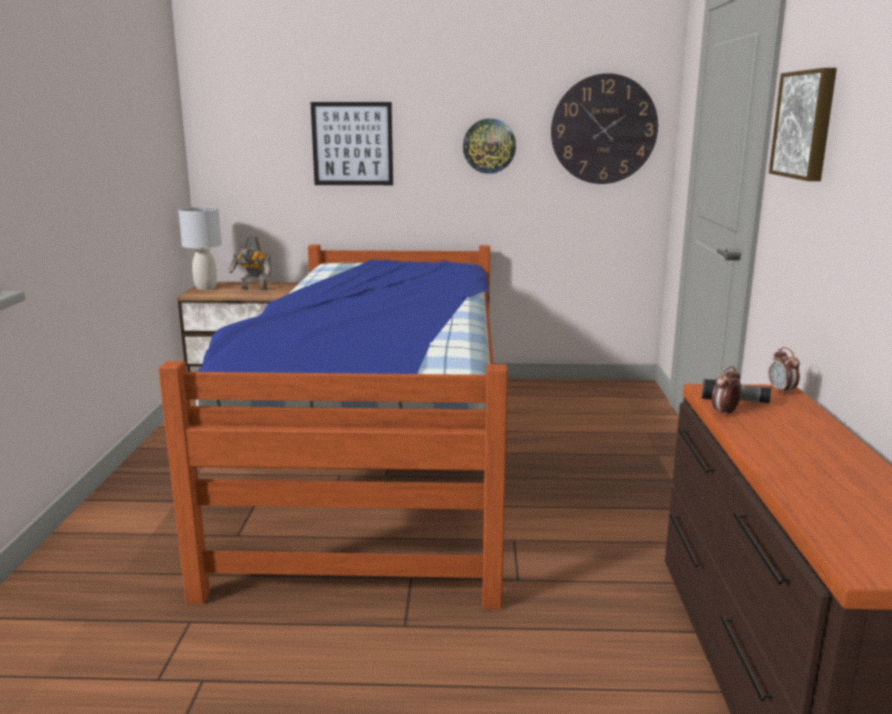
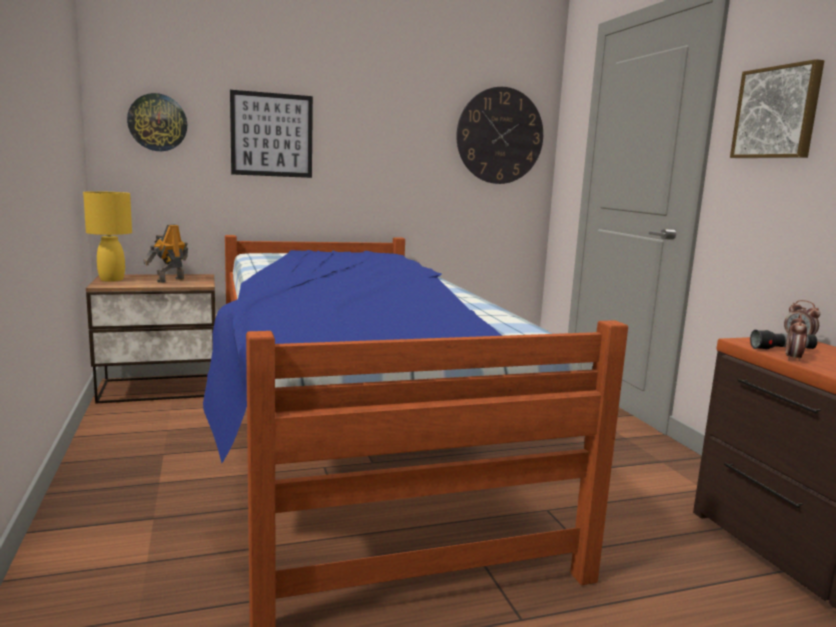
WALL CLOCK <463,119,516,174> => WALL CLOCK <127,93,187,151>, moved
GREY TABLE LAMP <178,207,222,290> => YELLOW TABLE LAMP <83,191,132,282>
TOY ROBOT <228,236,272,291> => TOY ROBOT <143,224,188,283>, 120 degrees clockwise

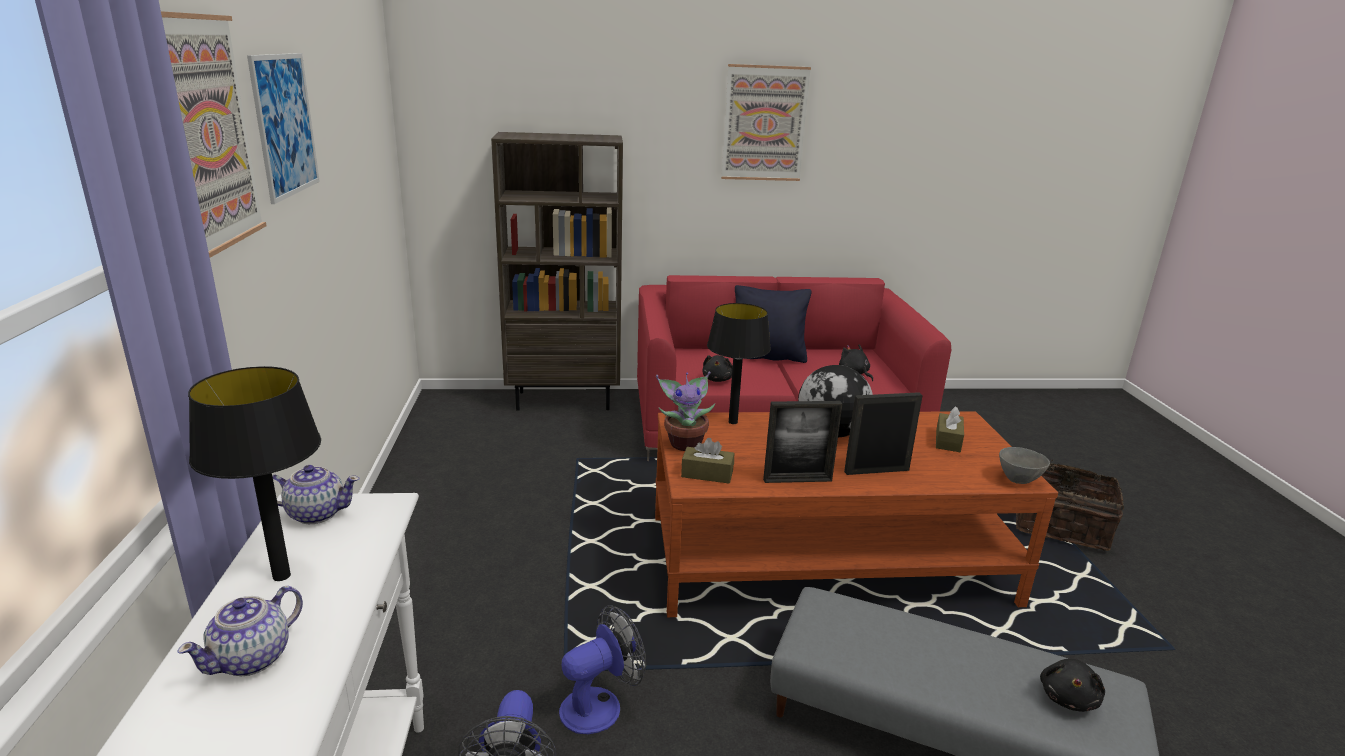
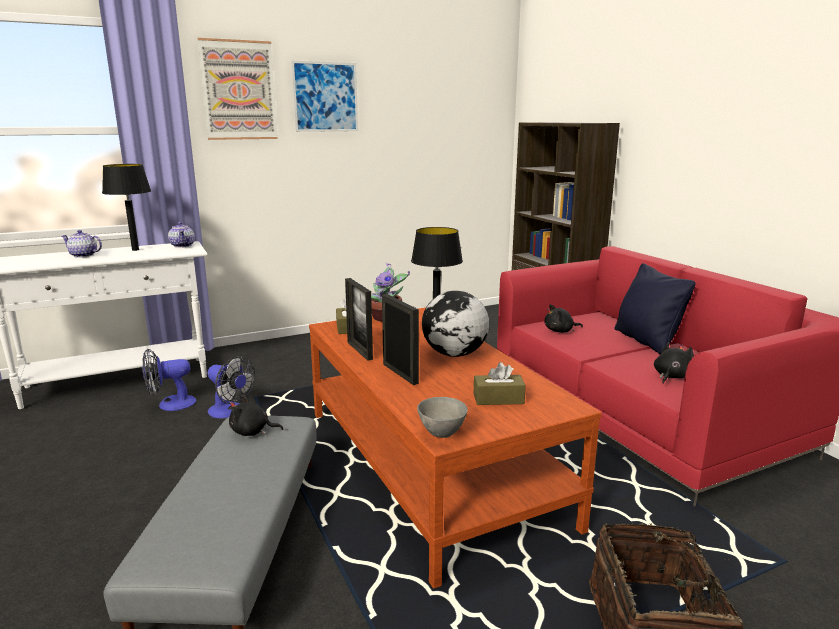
PICTURE <721,64,811,181> => nothing
BLACK PLUSH TOY <1040,659,1105,712> => BLACK PLUSH TOY <229,395,283,436>, moved

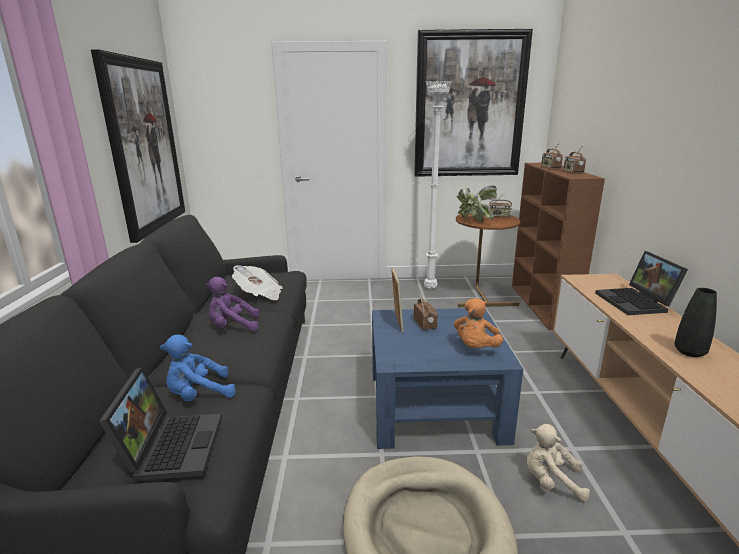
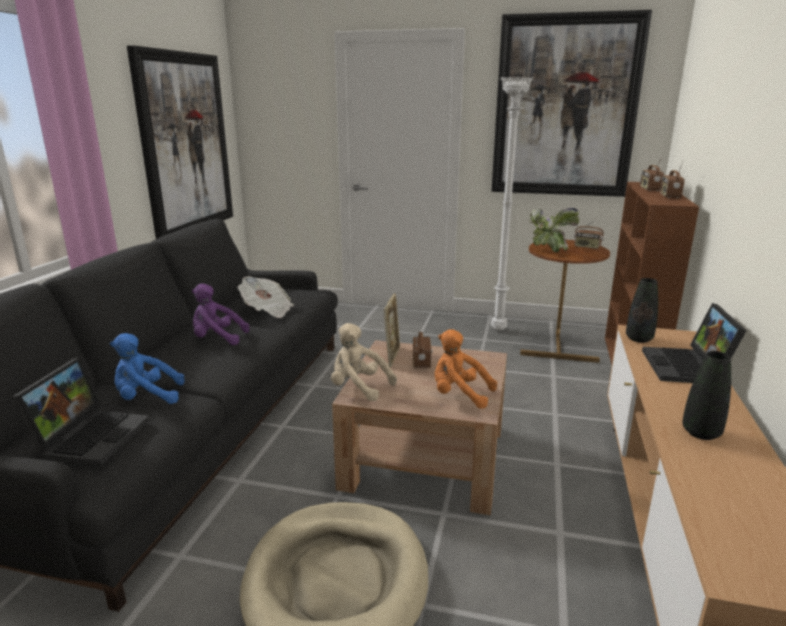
nothing => BLACK VASE <626,278,658,343>
BEIGE PLUSH TOY <527,424,590,501> => BEIGE PLUSH TOY <331,323,397,401>, moved
BLUE COFFEE TABLE <372,308,523,449> => BROWN COFFEE TABLE <332,340,507,515>
ORANGE PLUSH TOY <454,298,503,348> => ORANGE PLUSH TOY <435,329,497,409>, 75 degrees clockwise

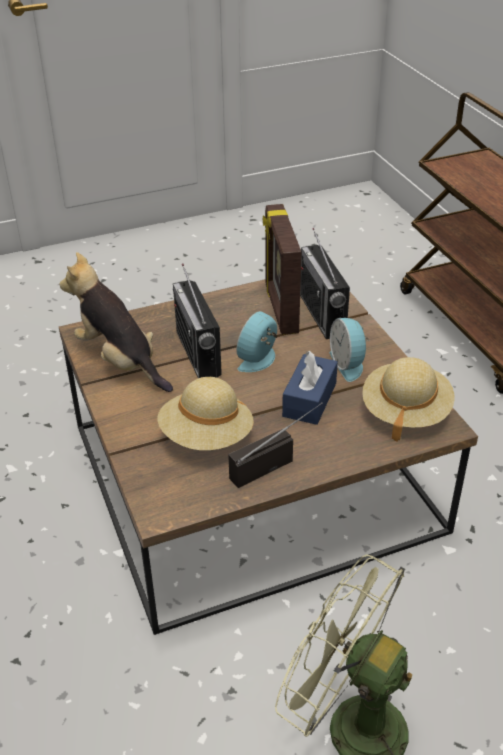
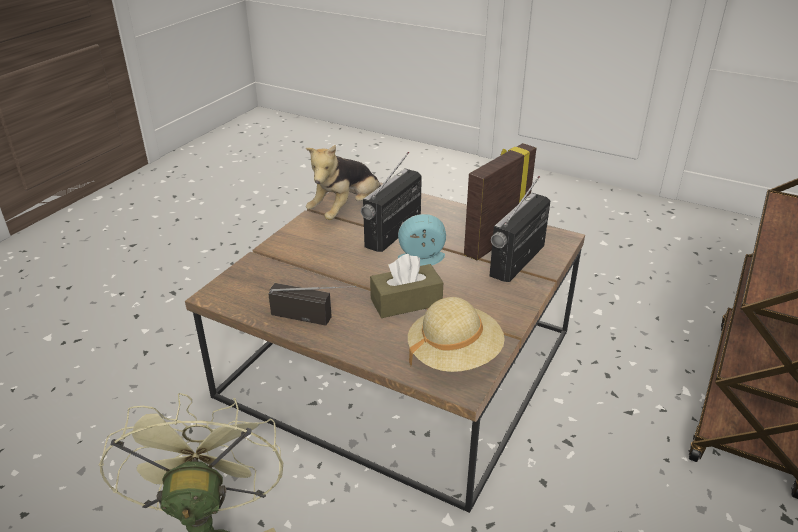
BEIGE HAT <157,377,254,451> => nothing
ALARM CLOCK <329,318,370,382> => nothing
BLUE TISSUE BOX <282,351,338,425> => BROWN TISSUE BOX <370,254,443,318>
PLUSH TOY <59,252,173,392> => PLUSH TOY <306,145,381,220>, 150 degrees counterclockwise

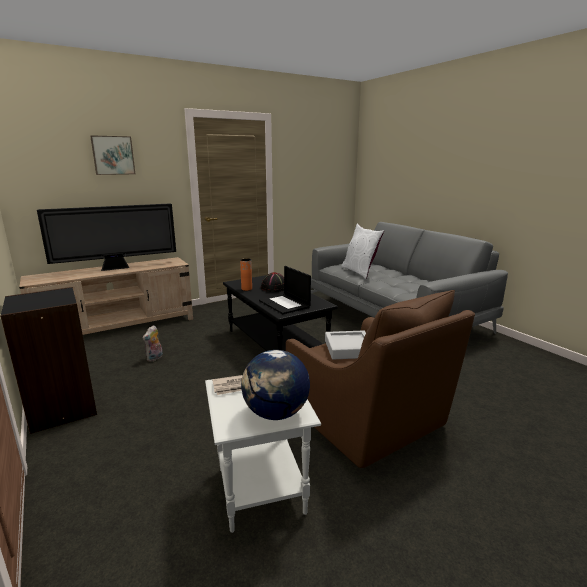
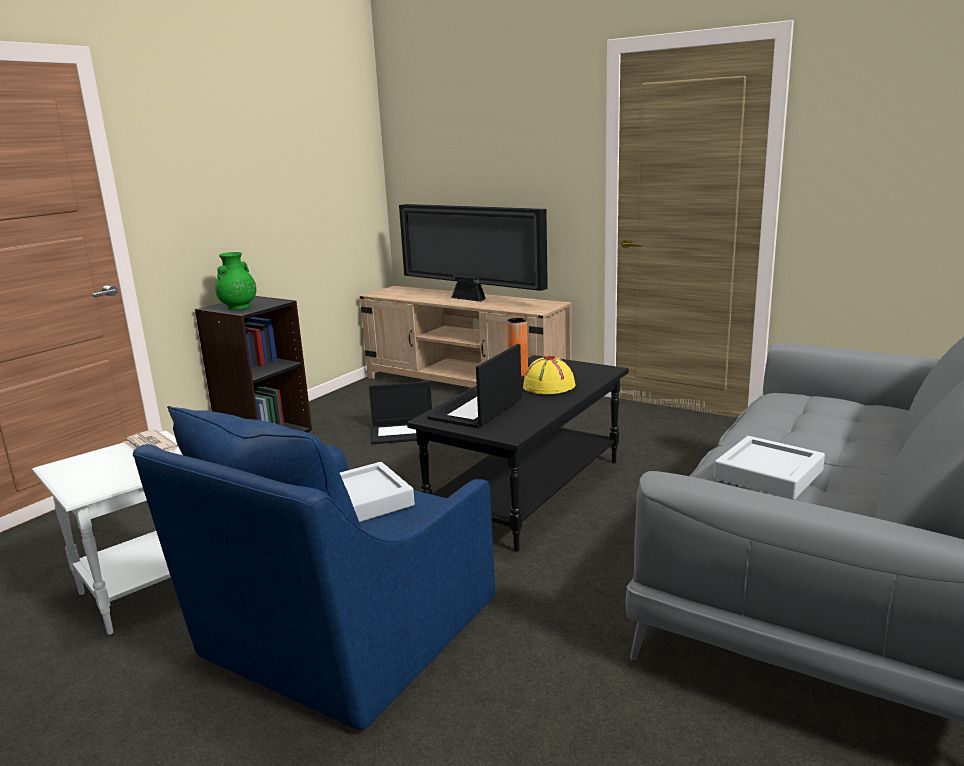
PICTURE <90,135,135,175> => nothing
GLOBE <241,350,310,420> => nothing
WHITE PILLOW <341,224,384,279> => nothing
nothing => GREEN VASE <215,252,256,310>
nothing => GREY TRAY <714,436,825,500>
PLUSH TOY <143,325,163,362> => LAPTOP <369,381,432,444>
BLACK HAT <261,272,284,292> => YELLOW HAT <523,356,576,394>
BROWN ARMCHAIR <286,290,475,468> => BLUE ARMCHAIR <133,406,495,729>

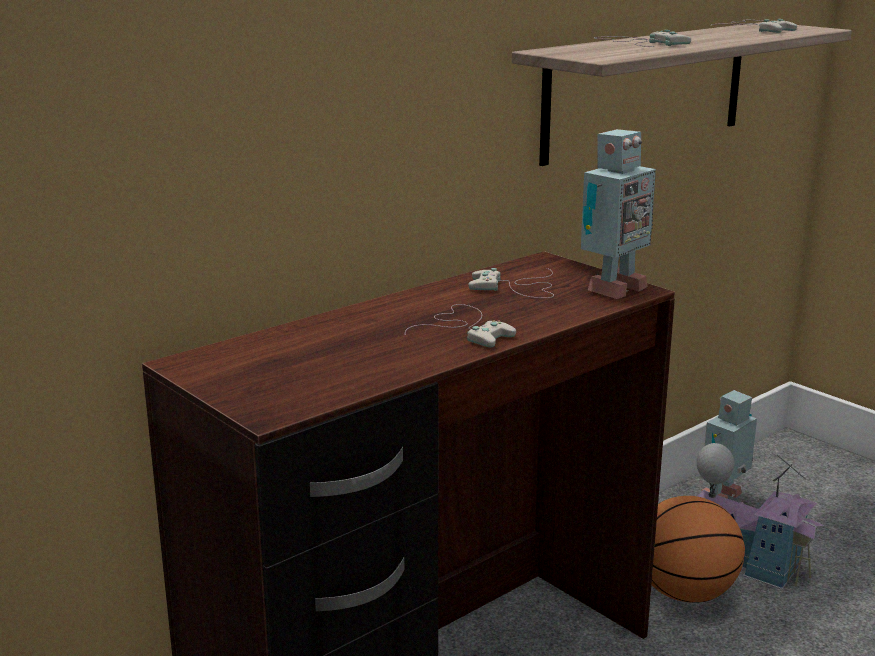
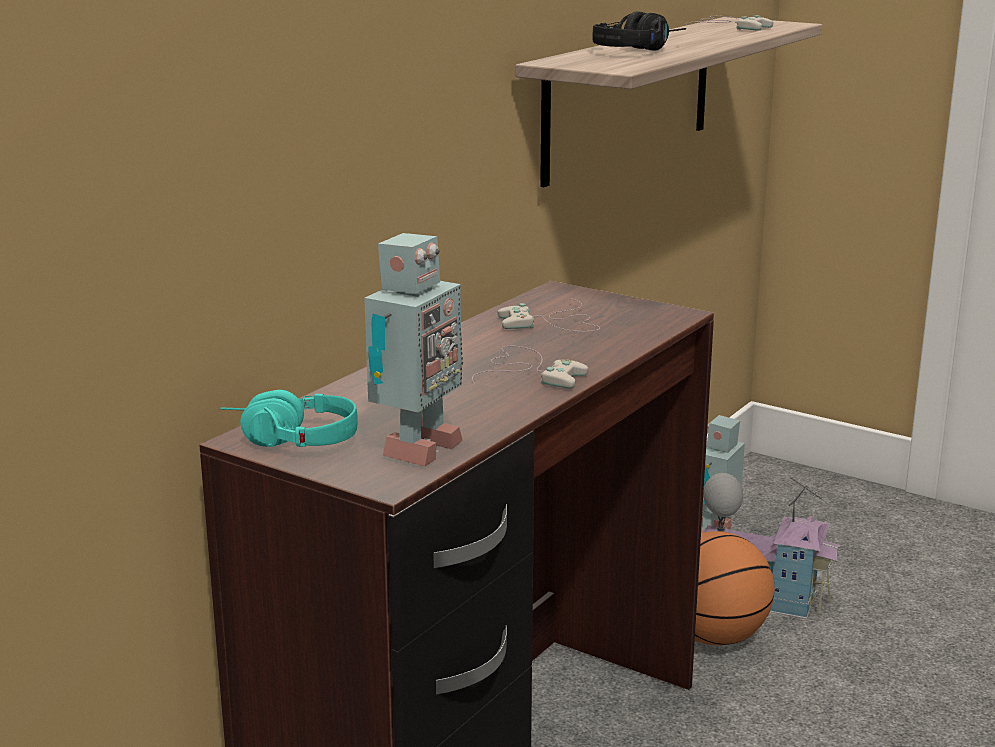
nothing => TURQUOISE HEADPHONES <220,390,358,447>
TOY ROBOT <581,129,656,299> => TOY ROBOT <364,233,463,466>, moved
WHITE GAME CONTROLLER <594,30,691,47> => BLACK HEADPHONES <593,11,686,51>

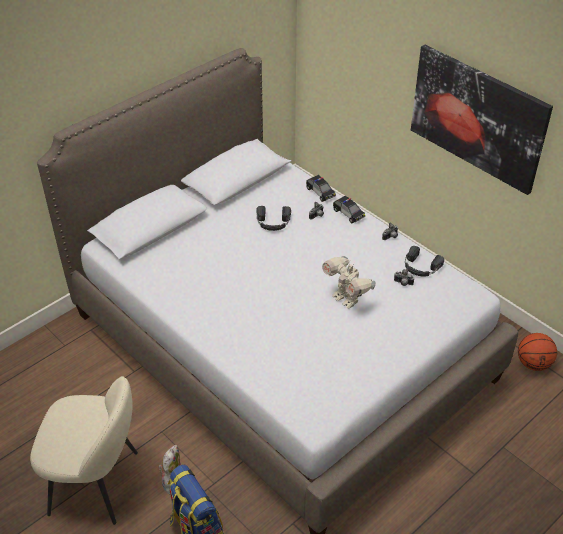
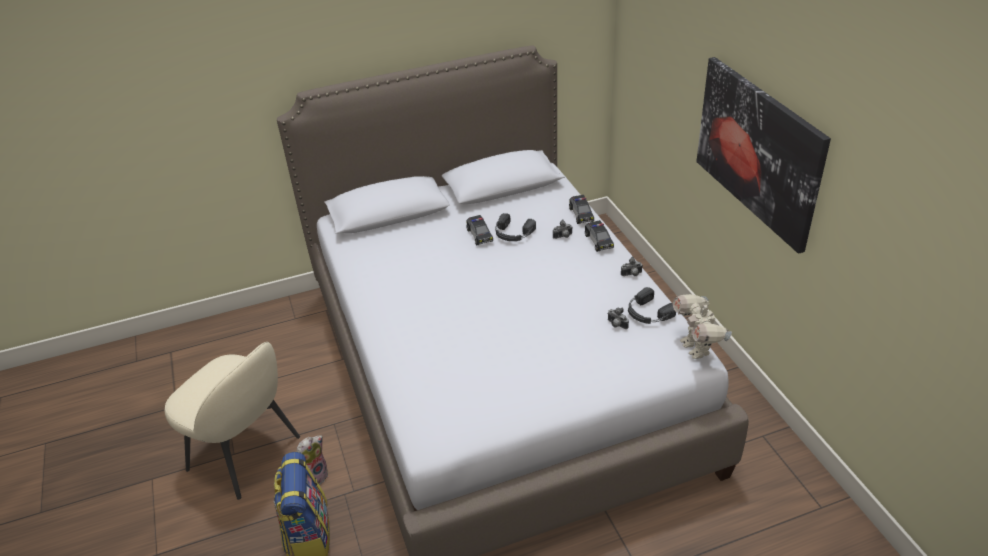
BASKETBALL <518,333,557,371> => nothing
nothing => TOY CAR <466,215,493,245>
TOY ROBOT <322,256,376,308> => TOY ROBOT <673,294,732,359>, moved

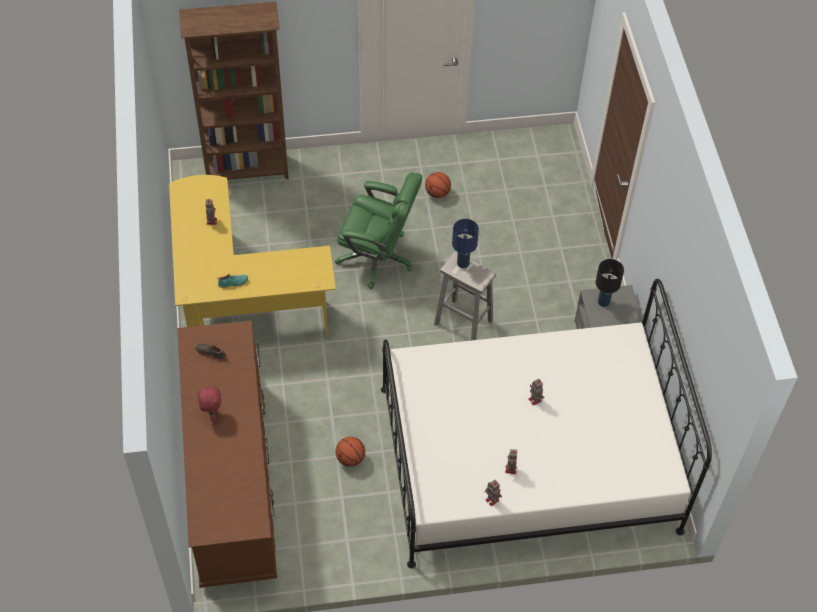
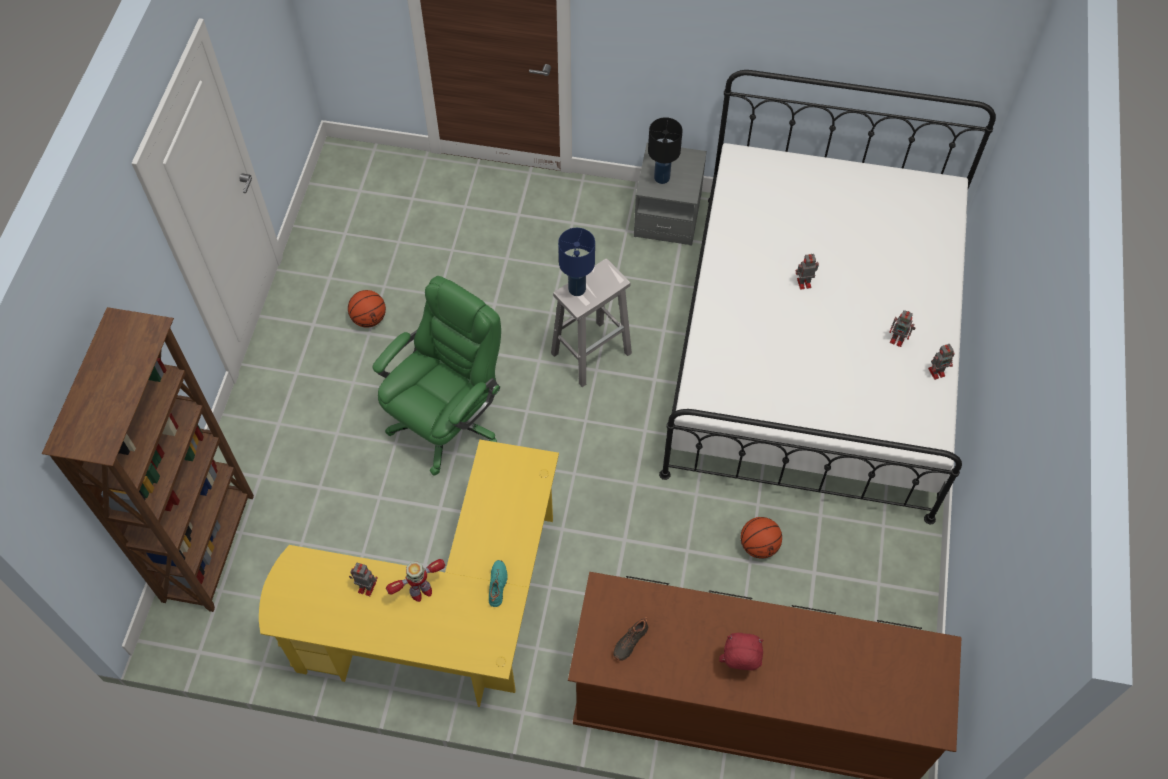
nothing => TOY ROBOT <386,559,445,602>

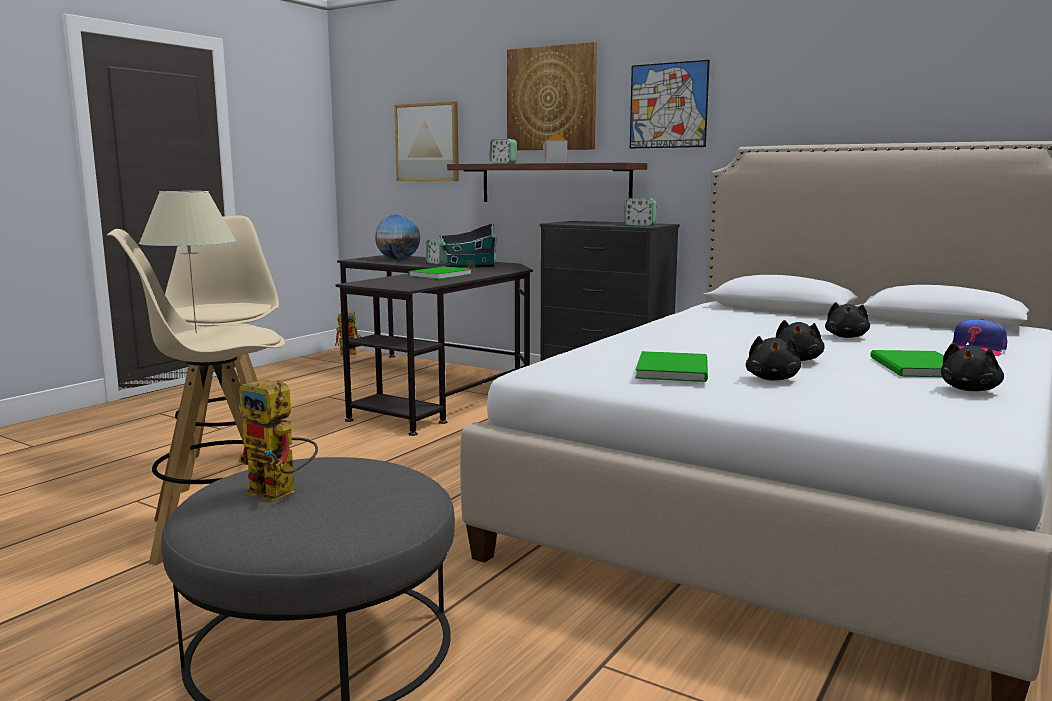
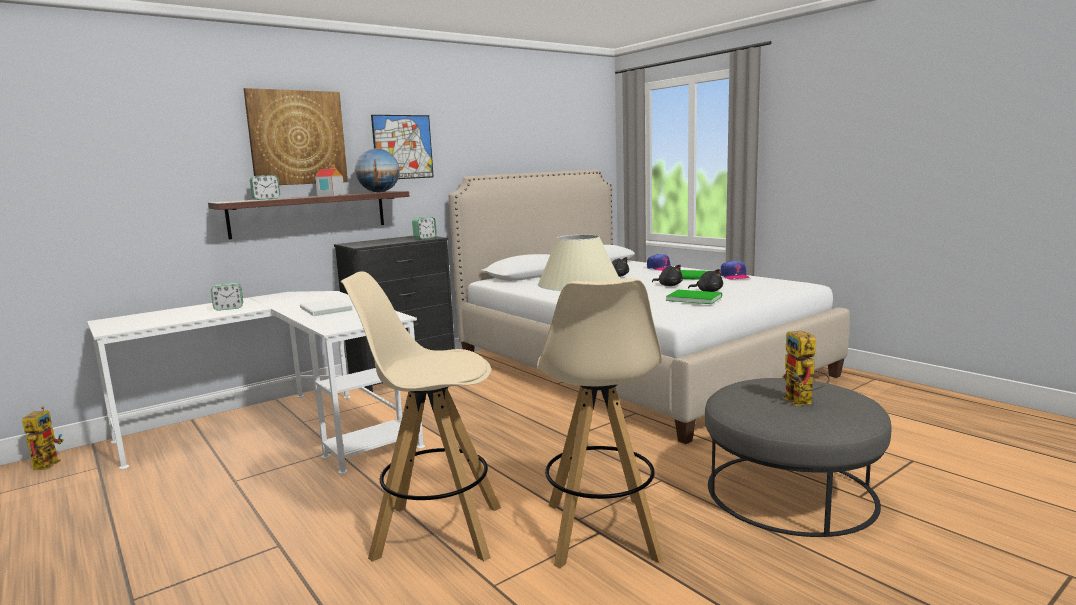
PICTURE <394,101,459,182> => nothing
TOY HOUSE <440,223,497,268> => nothing
GLOBE <375,214,420,260> => GLOBE <355,148,400,192>, moved
BLACK PLUSH TOY <941,343,1004,391> => CAP <720,260,750,279>
BLACK DESK <336,255,533,436> => WHITE DESK <87,291,425,474>
GREEN BOOK <408,267,472,279> => WHITE BOOK <300,298,353,317>
TOY ROBOT <239,379,318,502> => TOY ROBOT <782,331,830,406>, 120 degrees clockwise

